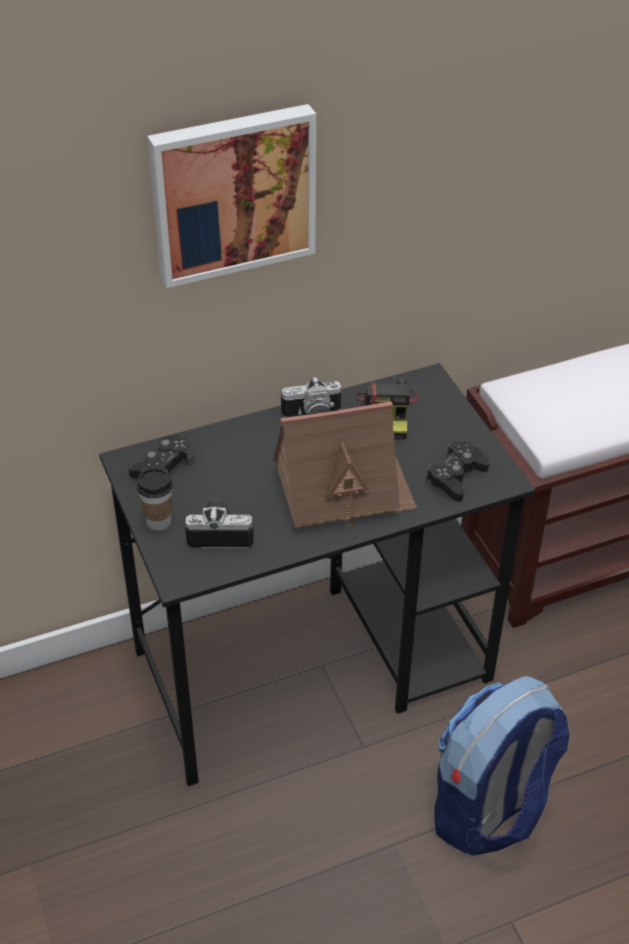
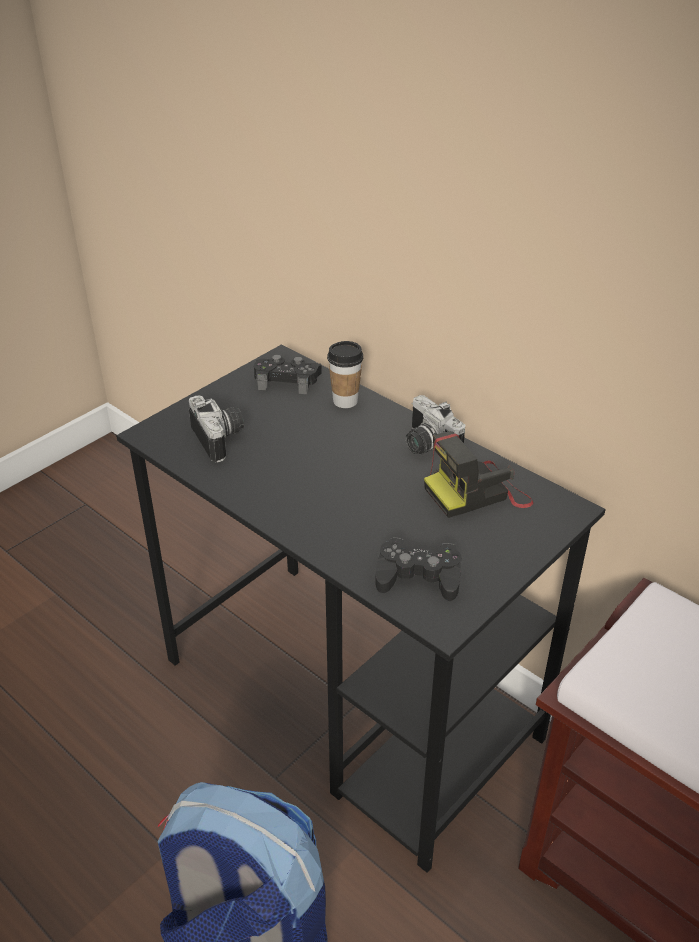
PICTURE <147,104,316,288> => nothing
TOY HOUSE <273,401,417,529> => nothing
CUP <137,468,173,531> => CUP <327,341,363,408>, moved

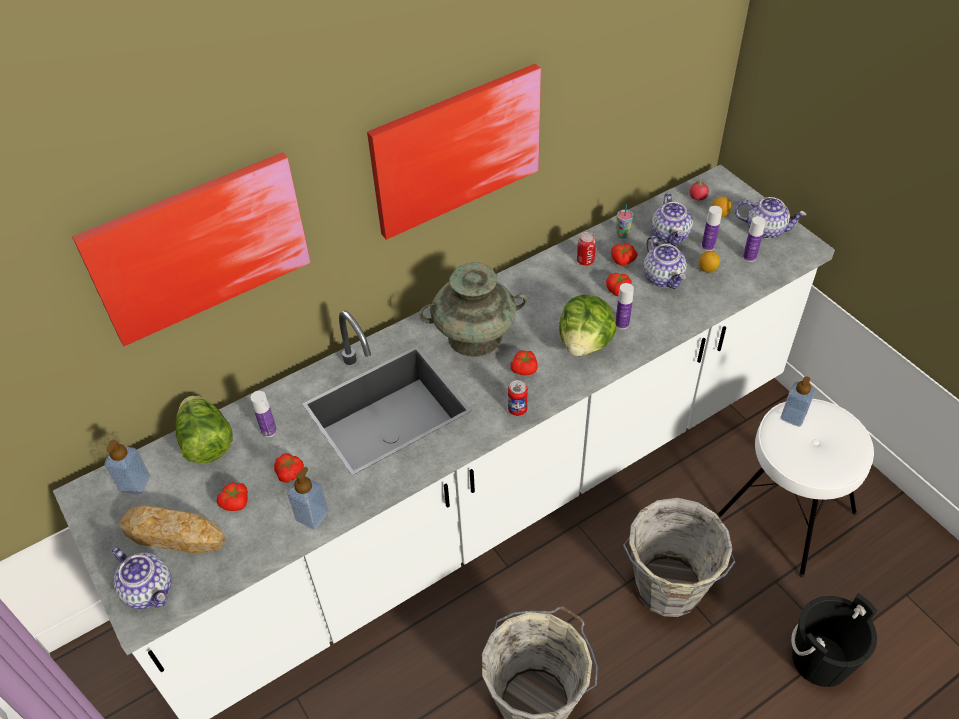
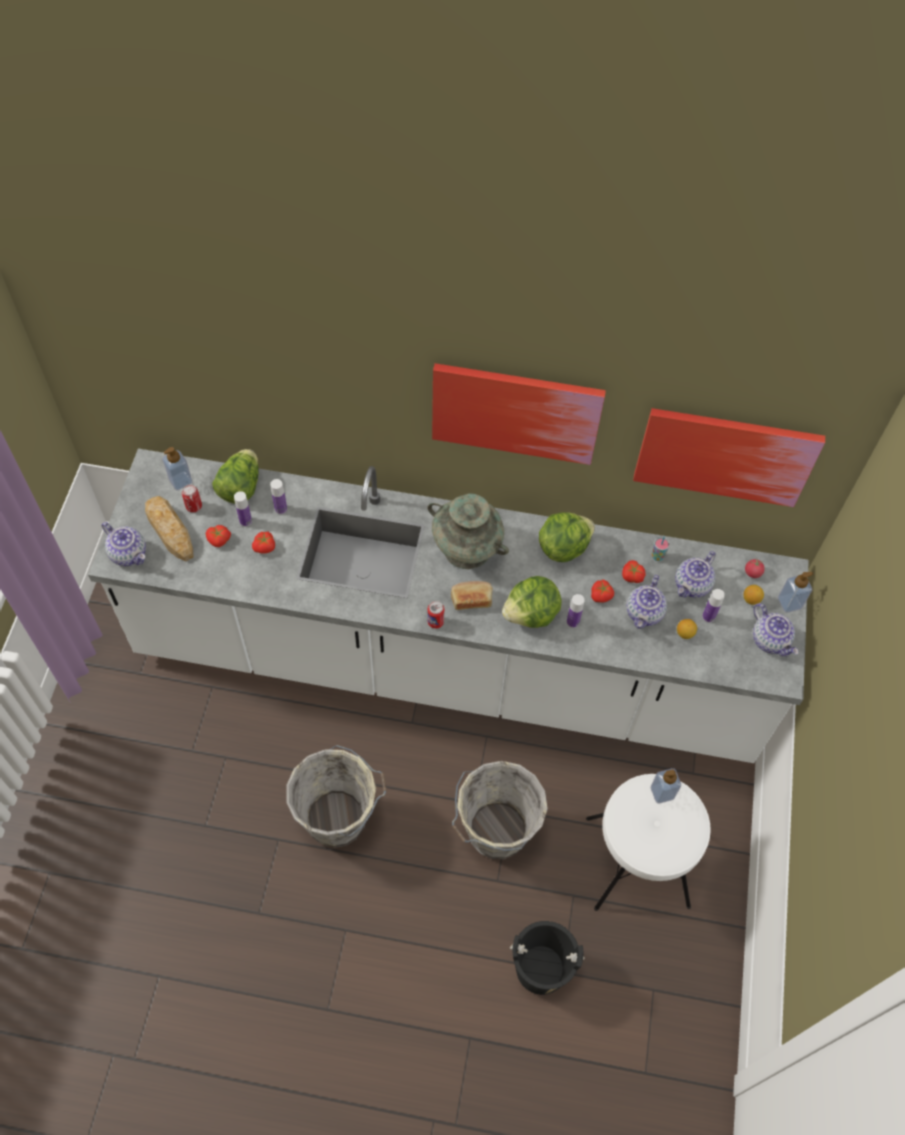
nothing => LETTUCE <539,512,595,562>
PICTURE <72,152,311,346> => PICTURE <633,408,825,507>, moved
SOAP DISPENSER <287,467,329,529> => SOAP DISPENSER <778,572,813,613>, moved
CAN <577,232,596,266> => CAN <182,484,202,512>, moved
BOTTLE <743,216,766,262> => BOTTLE <234,491,252,527>, moved
TOMATO <510,350,538,375> => BREAD <451,581,493,610>
TEAPOT <112,547,171,609> => TEAPOT <102,522,146,566>, 45 degrees counterclockwise

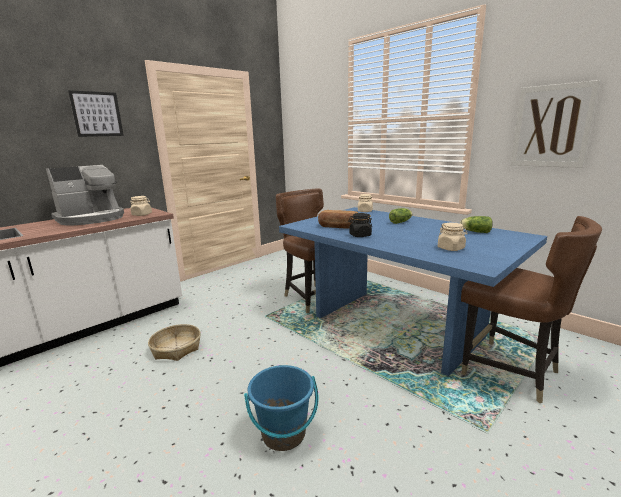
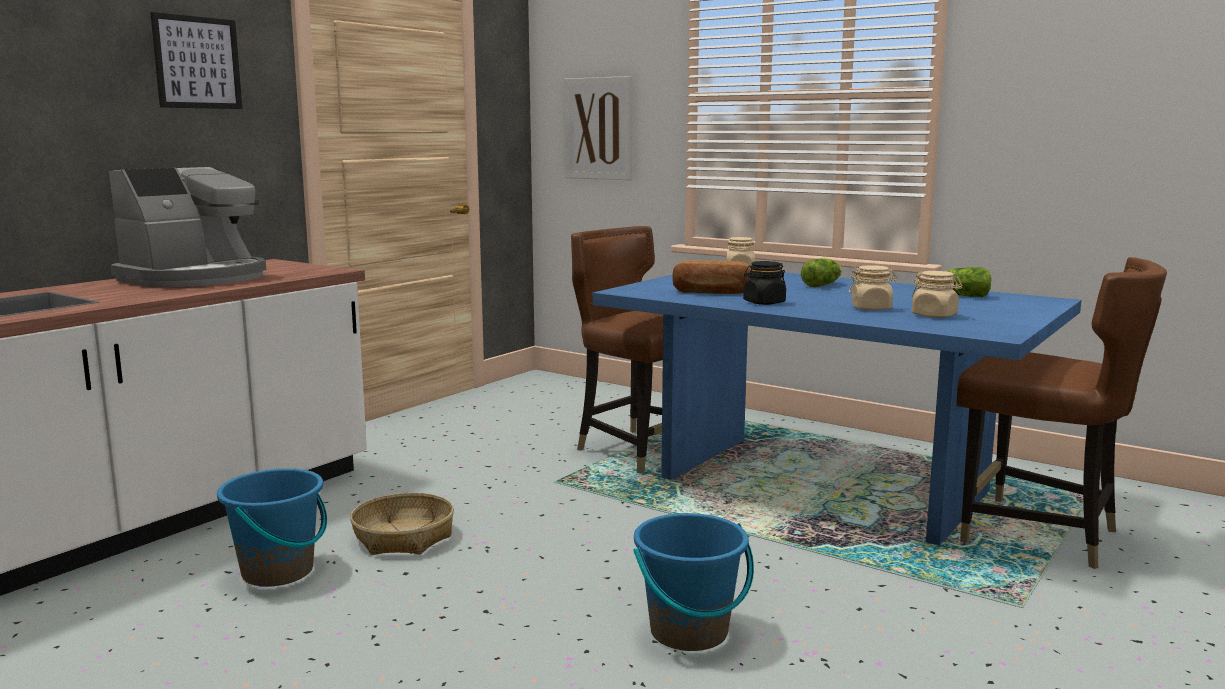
nothing => BLUE BUCKET <217,468,327,587>
BEIGE JAR <130,196,152,216> => BEIGE JAR <849,265,898,311>, moved
PICTURE <511,80,601,168> => PICTURE <564,76,633,180>, moved

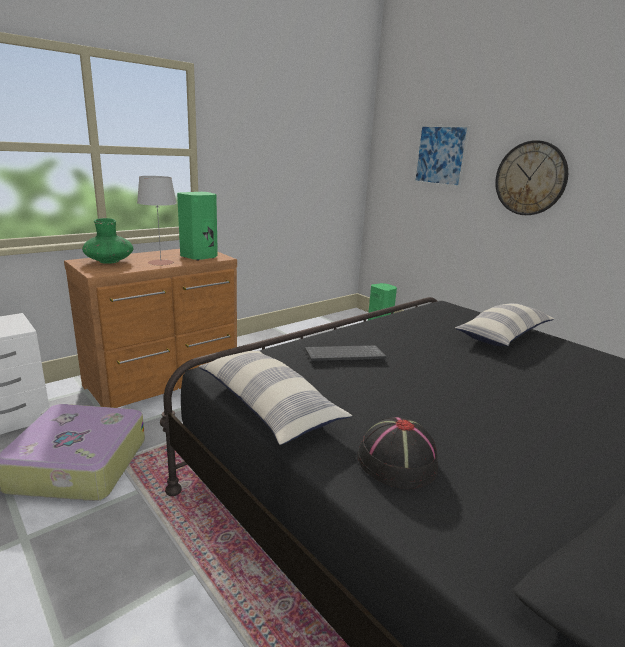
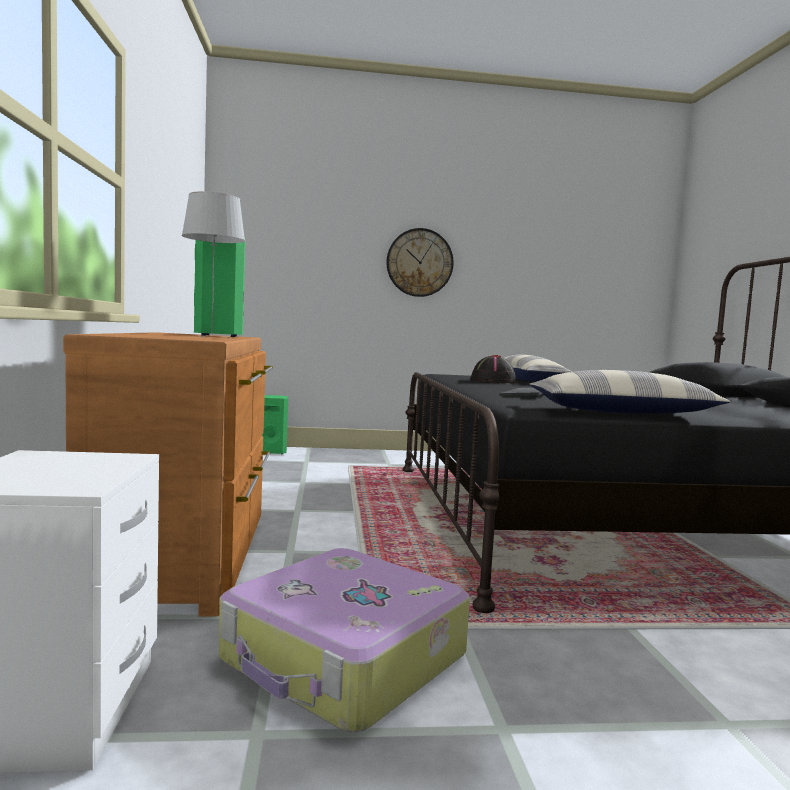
GREEN VASE <82,218,134,264> => nothing
PICTURE <414,125,470,188> => nothing
BLACK HAT <357,417,438,489> => BLACK HAT <470,355,516,383>, moved

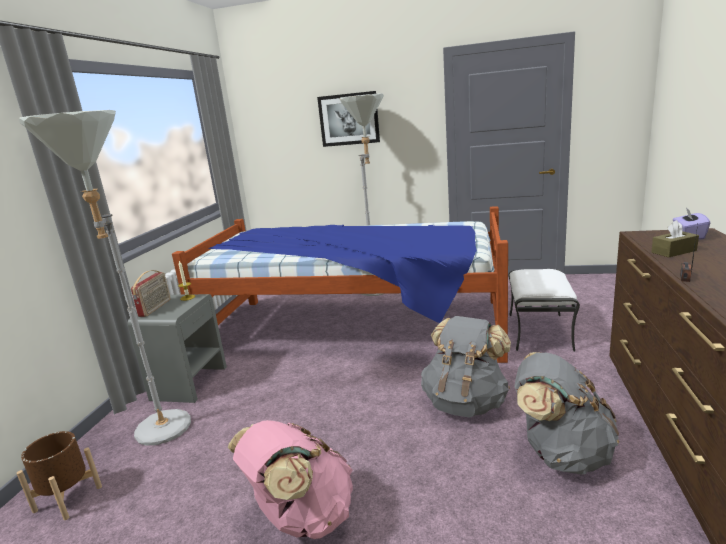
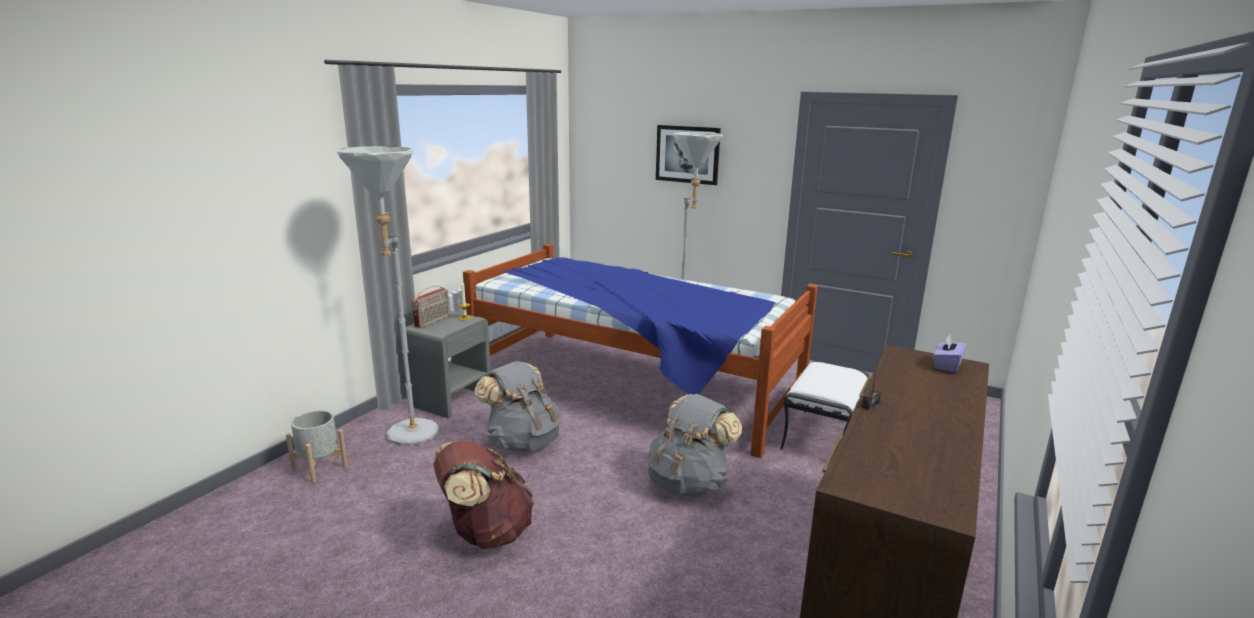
BROWN TISSUE BOX <651,220,699,257> => nothing
GREY BACKPACK <514,352,619,475> => GREY BACKPACK <475,361,560,452>, moved
BROWN PLANTER <16,431,102,520> => GREY PLANTER <286,410,348,483>
PINK BACKPACK <228,420,353,539> => BROWN BACKPACK <433,440,535,549>

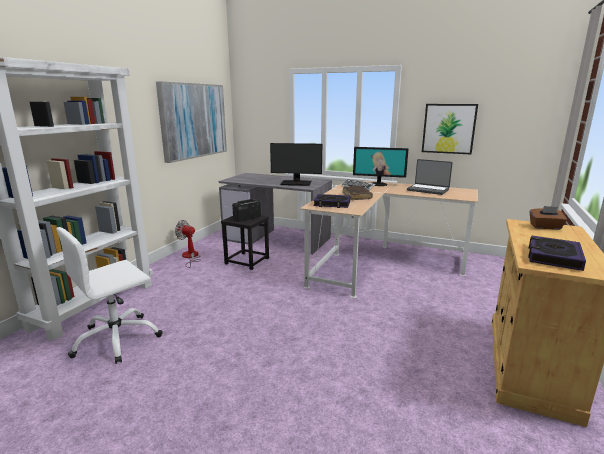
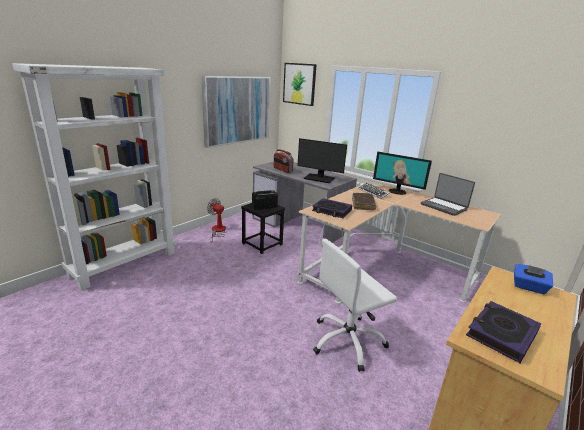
nothing => RADIO <274,149,294,173>
WHITE OFFICE CHAIR <56,227,163,364> => WHITE OFFICE CHAIR <313,238,397,372>, moved
PICTURE <422,104,478,155> => PICTURE <283,63,317,106>, moved
BROWN TISSUE BOX <530,206,567,230> => BLUE TISSUE BOX <514,264,553,294>

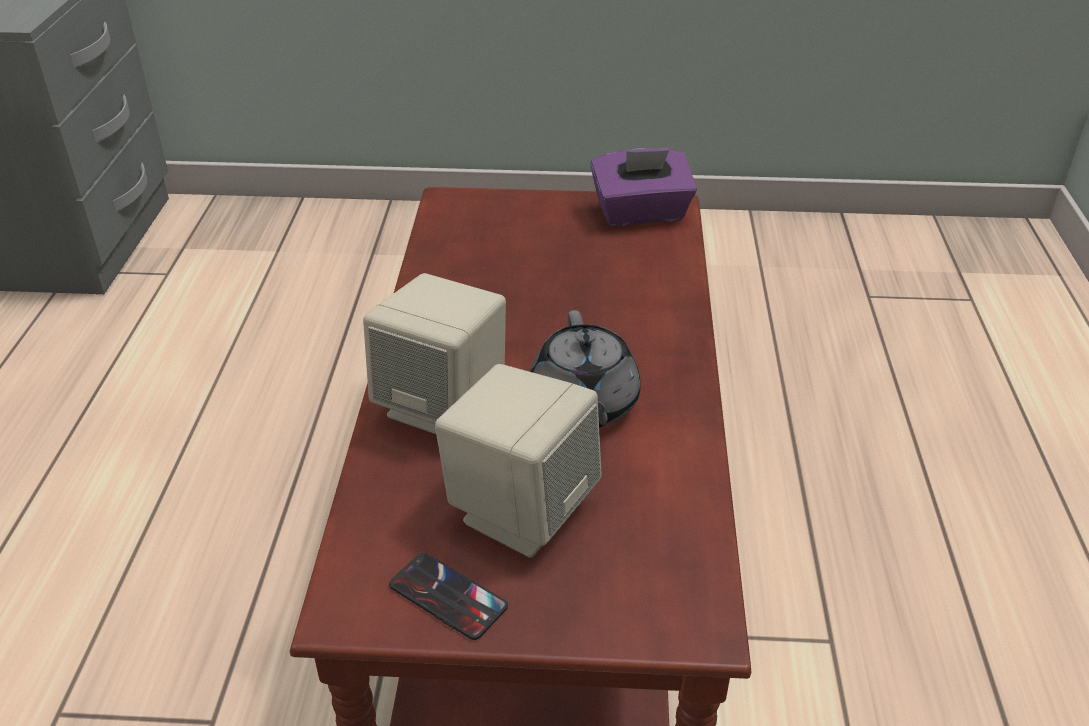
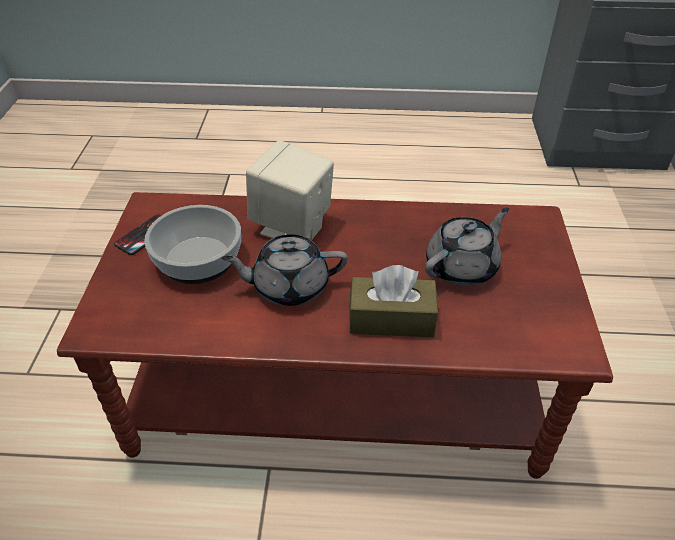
PURPLE TISSUE BOX <590,148,697,226> => nothing
nothing => BROWN TISSUE BOX <349,265,438,337>
nothing => GREY TEAPOT <425,207,509,286>
BEIGE SPEAKER <435,364,602,558> => BOWL <144,205,241,284>

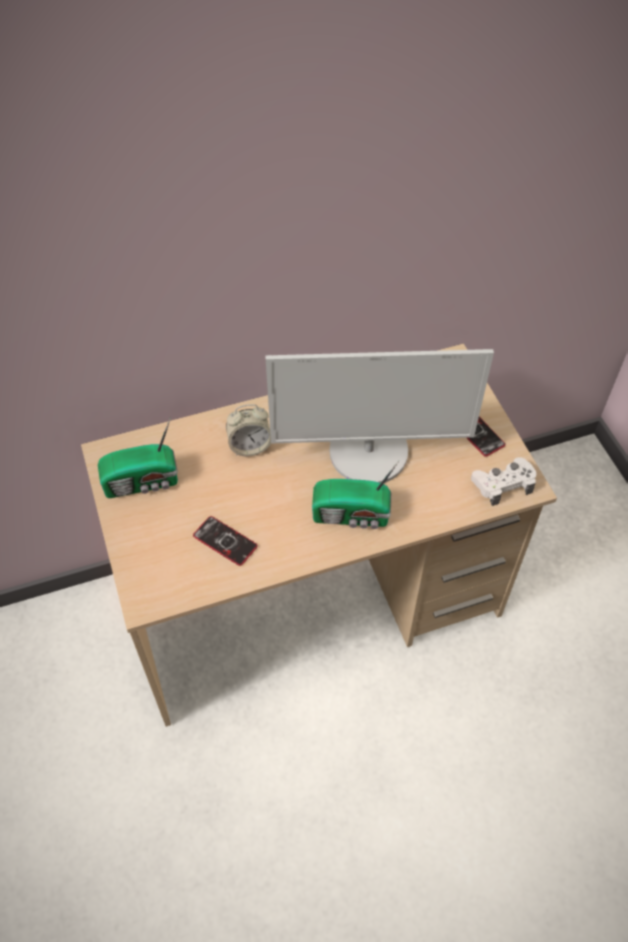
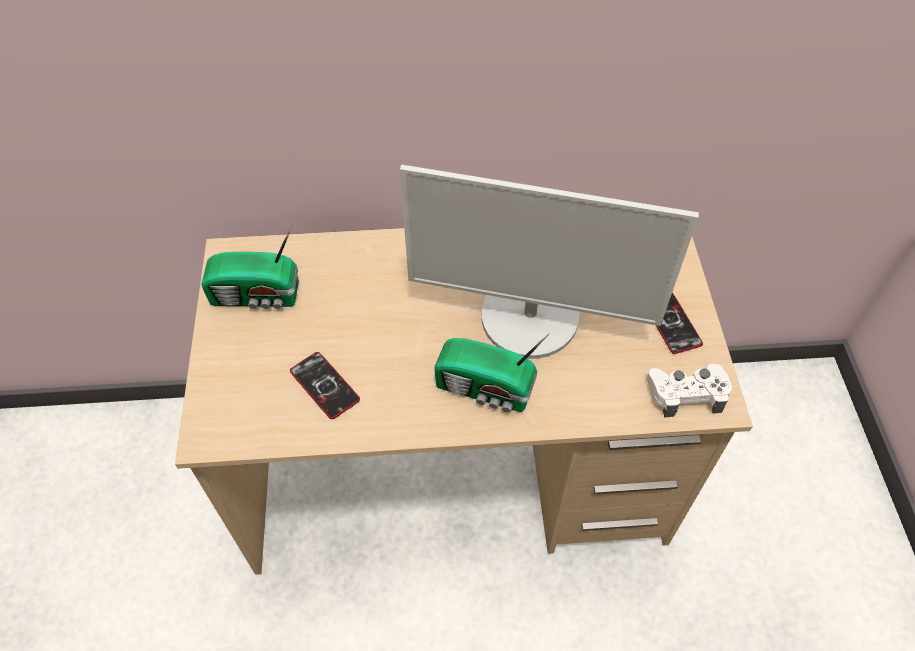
ALARM CLOCK <226,405,271,456> => nothing

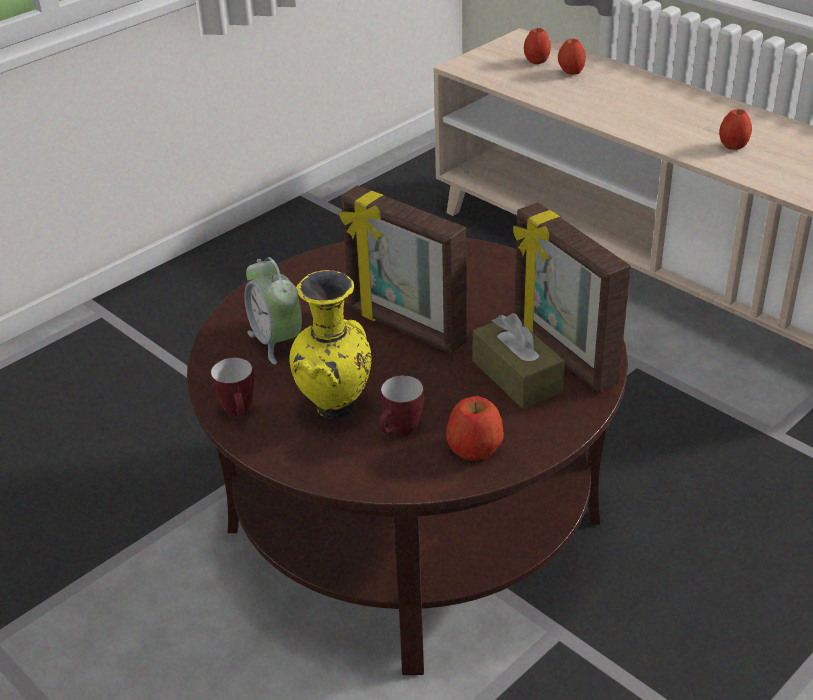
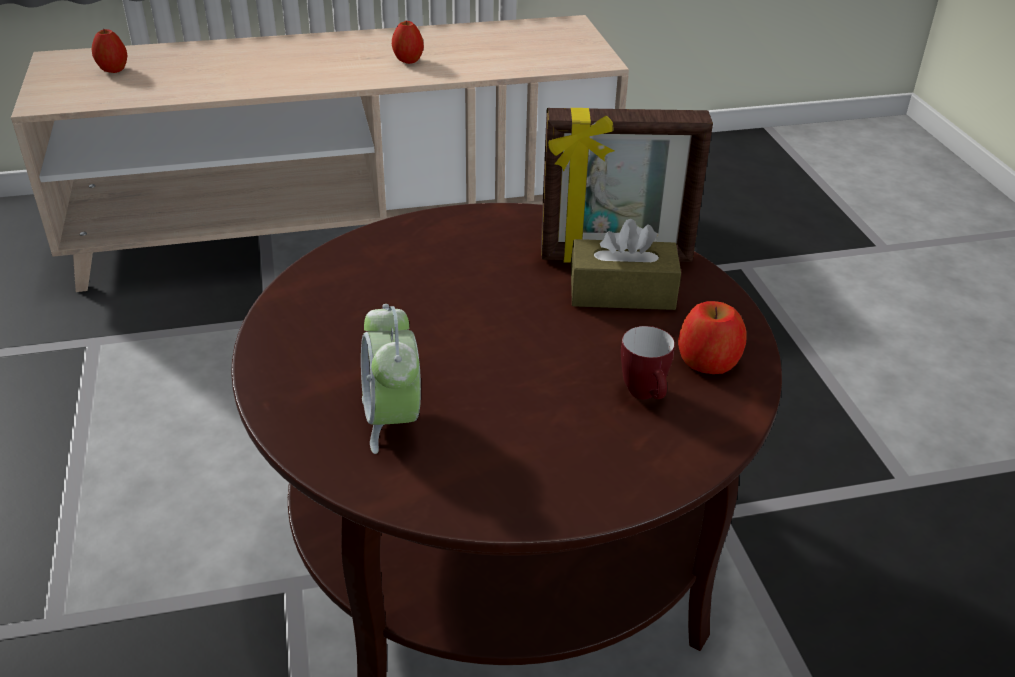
MUG <211,358,254,416> => nothing
YELLOW VASE <289,270,372,420> => nothing
PICTURE FRAME <339,185,467,354> => nothing
APPLE <558,39,586,75> => nothing
ALARM CLOCK <244,257,302,364> => ALARM CLOCK <361,304,421,454>, 75 degrees clockwise

